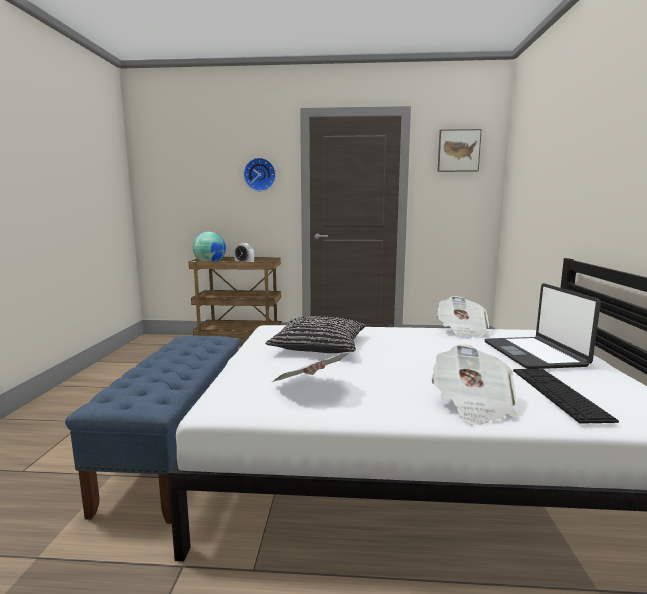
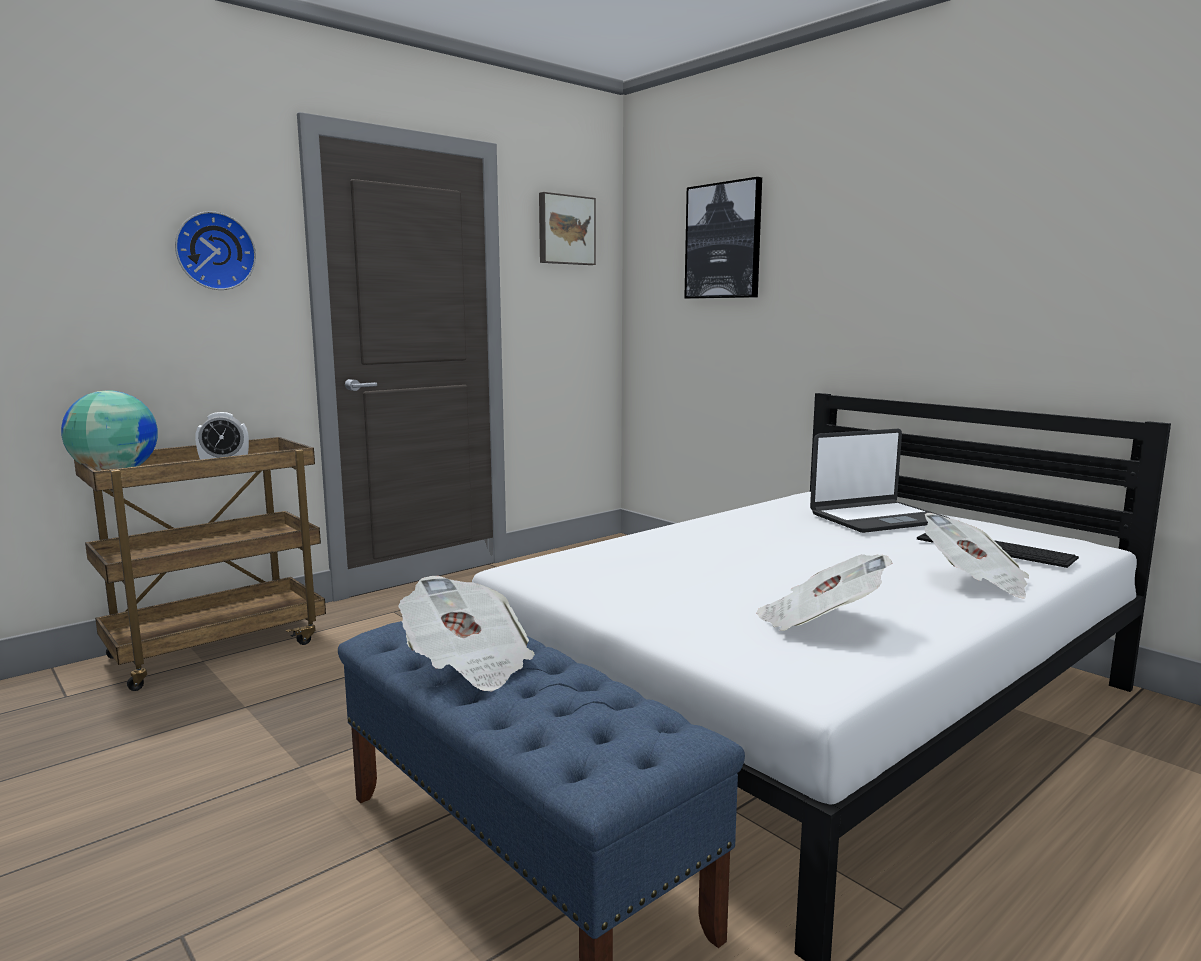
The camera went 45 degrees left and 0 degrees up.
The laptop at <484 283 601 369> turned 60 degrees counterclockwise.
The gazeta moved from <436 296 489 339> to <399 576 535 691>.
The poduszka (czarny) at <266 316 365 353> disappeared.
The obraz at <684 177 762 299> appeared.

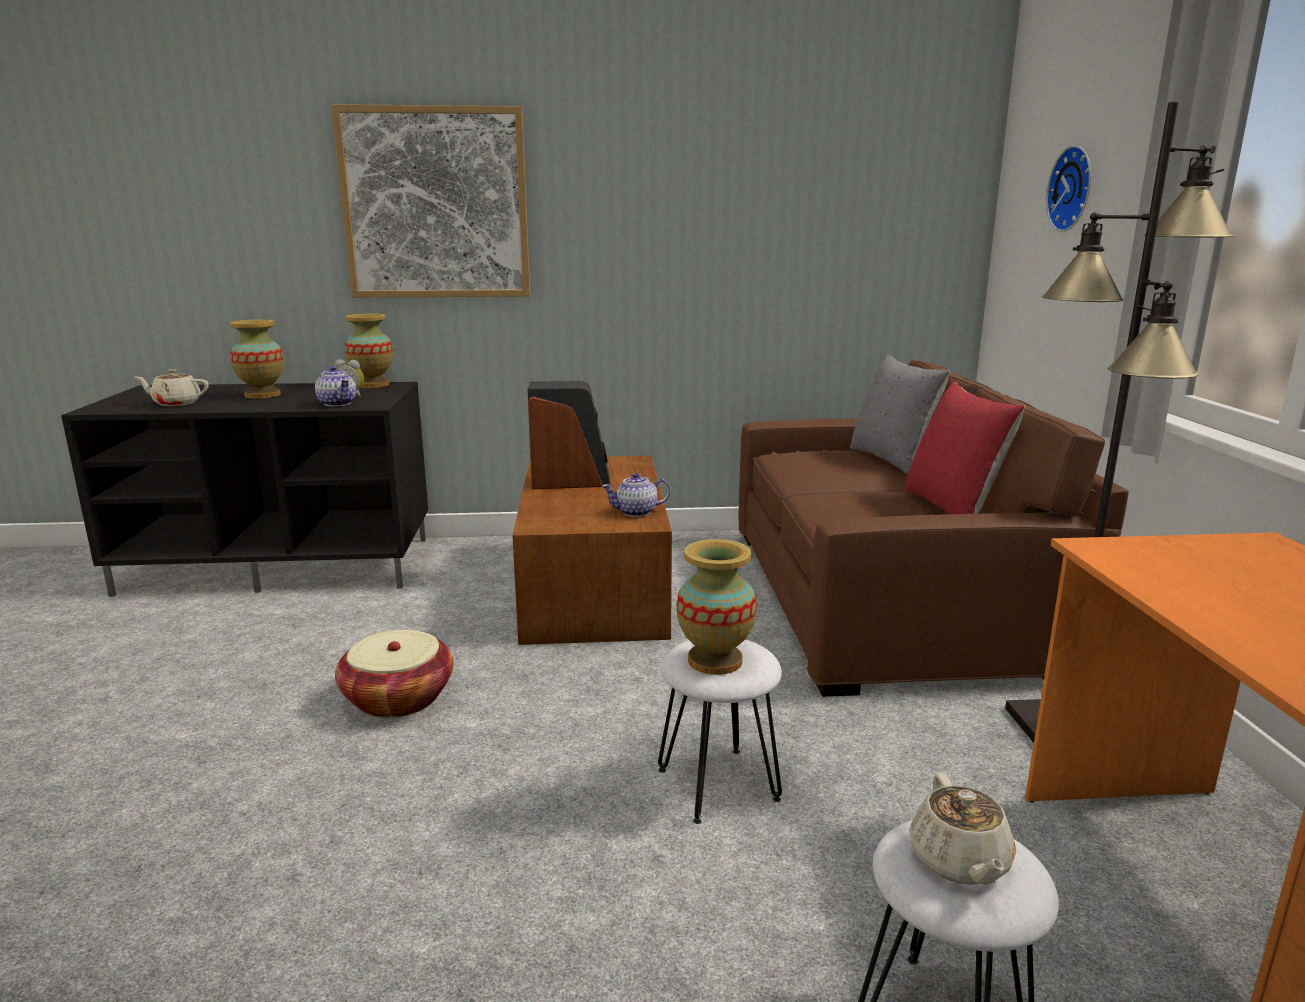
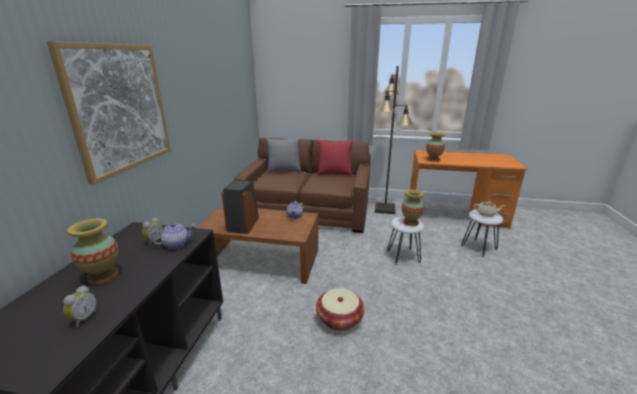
The camera went 75 degrees left and 5 degrees up.
The zegar ścienny at <1046 145 1091 232> disappeared.
The wazon moved from <345 314 393 388> to <426 132 445 162>.
The imbryk (beżowy) at <135 369 209 406> was replaced by the budzik at <63 285 97 327>.

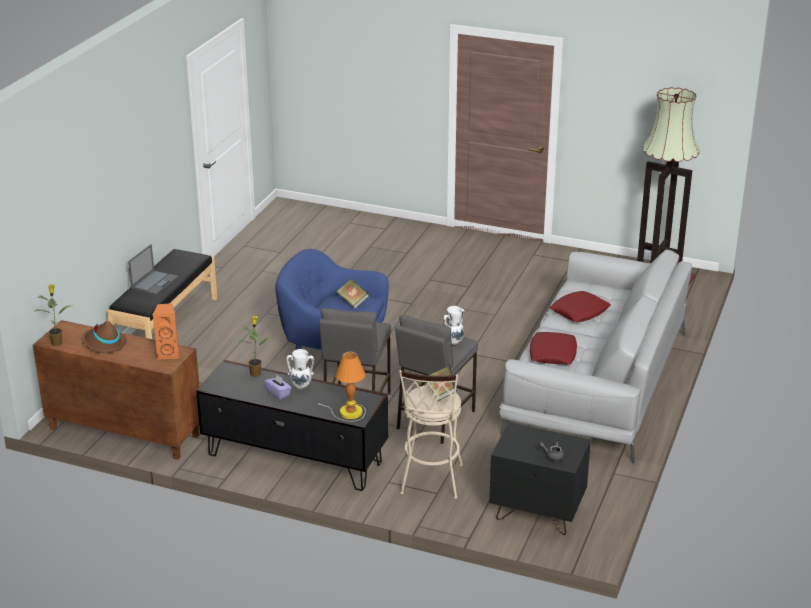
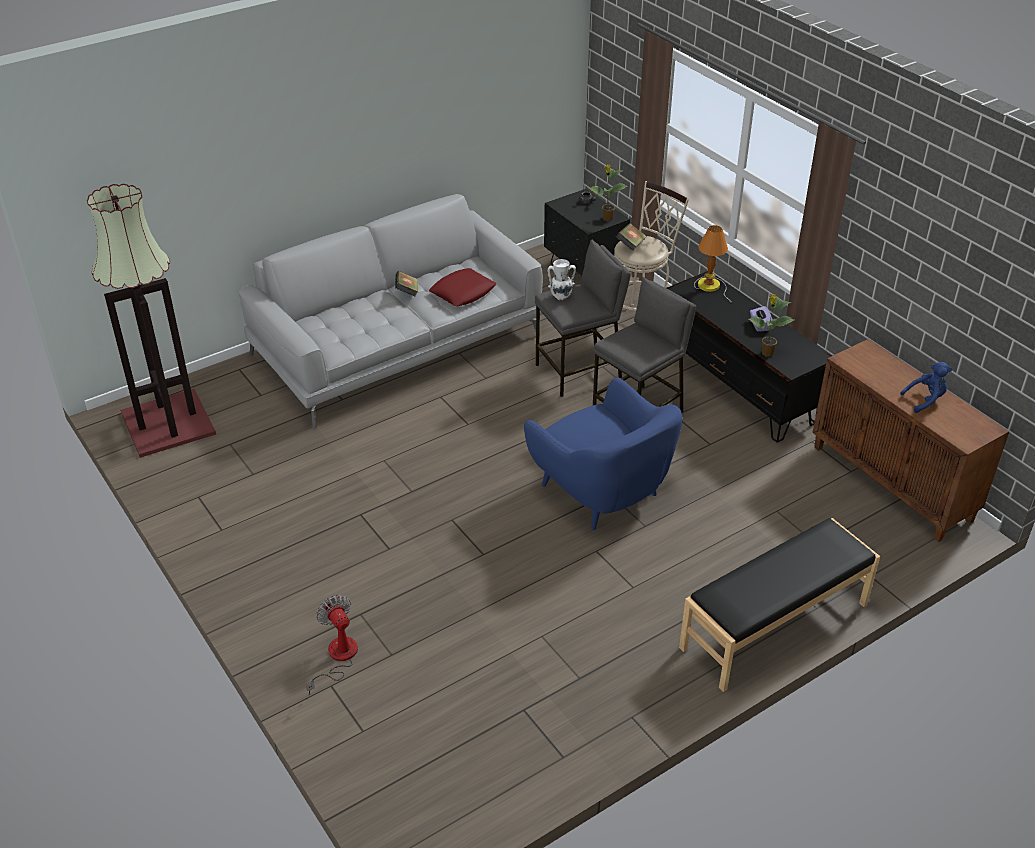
The camera went 145 degrees left and 10 degrees up.
The laptop at <128 244 178 295> disappeared.
The książka moved from <336 279 369 309> to <395 271 418 297>.
The roślina doniczkowa moved from <34 284 70 346> to <589 164 628 221>.
The poduszka (czerwony) at <550 291 611 322> disappeared.
The głośnik (pomarańczowy) at <153 303 179 360> disappeared.
The kapelusz (brązowy) at <82 321 127 353> was replaced by the pluszak (niebieski) at <900 362 952 413>.
The wazon (biały) at <286 349 314 389> disappeared.
The wentylator at <306 595 358 695> appeared.

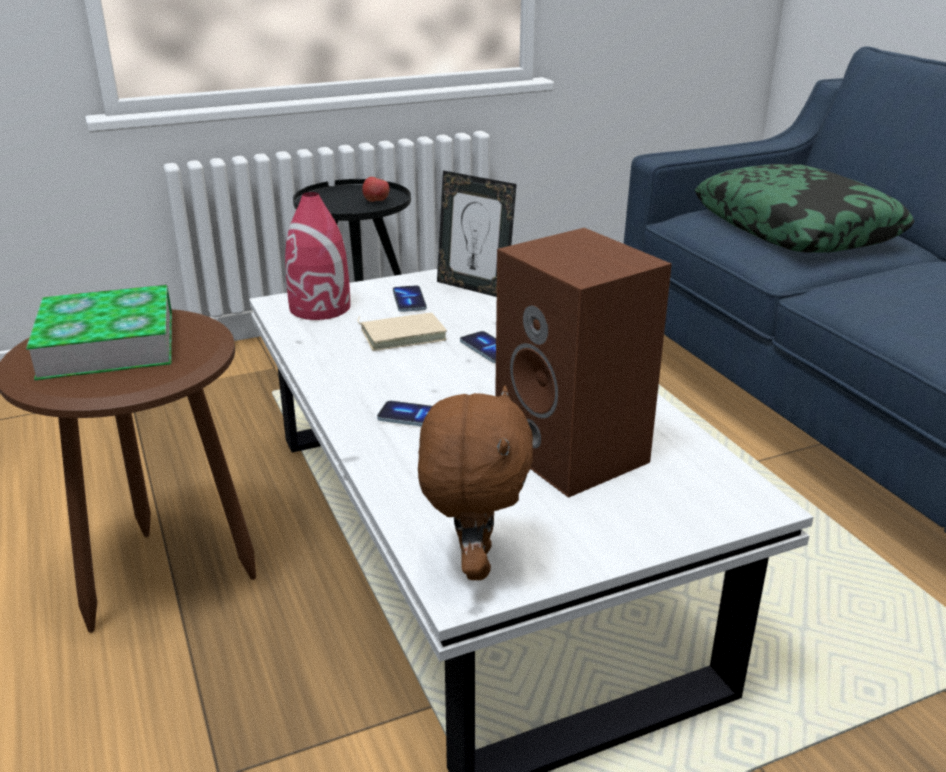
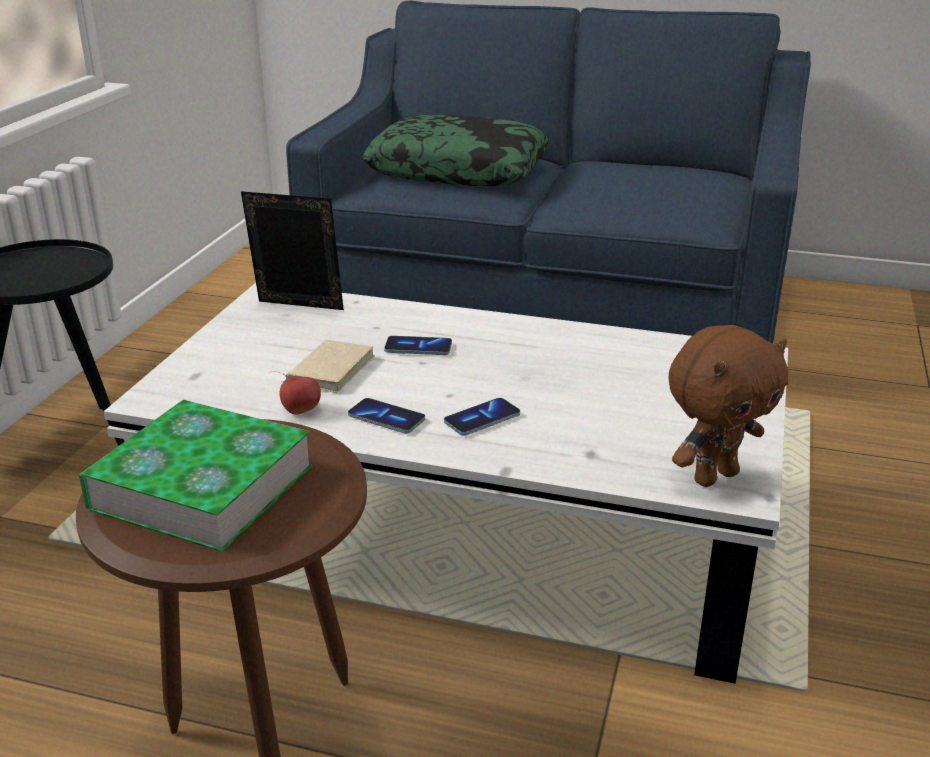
The camera went 50 degrees left and 0 degrees up.
The ramka na zdjęcie at <437 171 517 297> turned 150 degrees counterclockwise.
The jabłko moved from <362 177 390 202> to <279 377 321 415>.
The wazon (czerwony) at <285 192 351 320> disappeared.
The głośnik (brązowy) at <495 228 672 498> disappeared.
The telefon moved from <393 285 427 312> to <348 398 425 433>.
The pluszak (brązowy) at <418 386 533 580> turned 105 degrees clockwise.

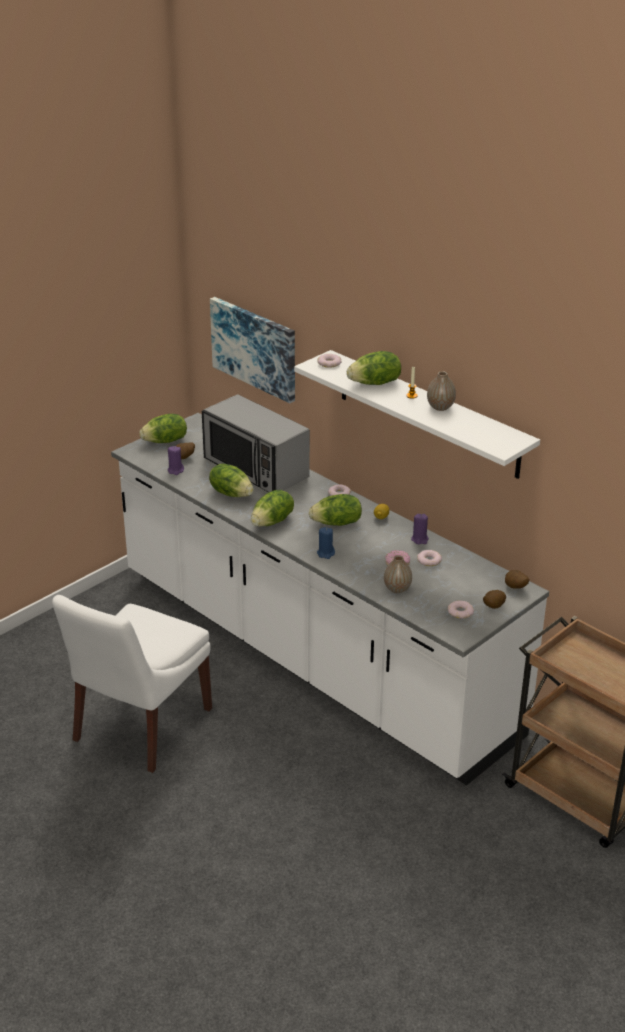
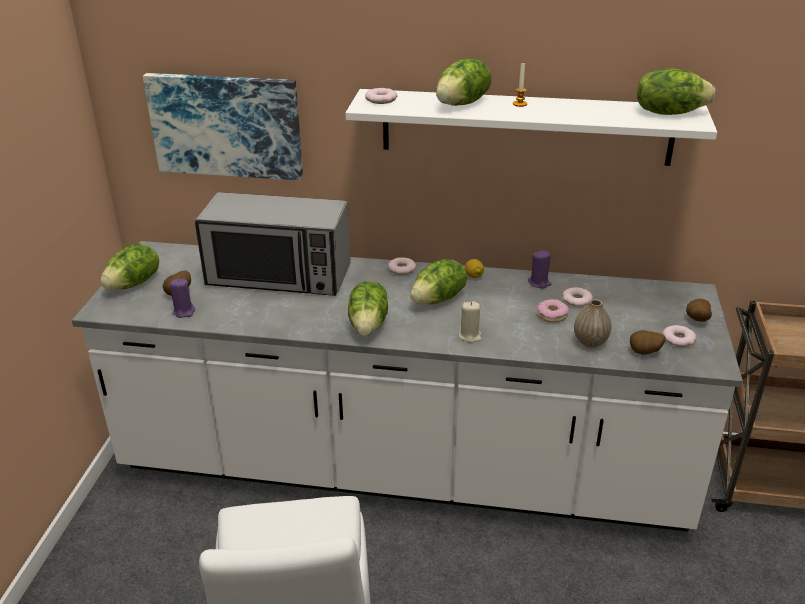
The camera went 35 degrees left and 0 degrees up.
The wazon at <427 371 456 411> disappeared.
The sałata moved from <209 464 254 497> to <637 69 715 115>.
The świeca (niebieski) at <317 527 335 559> became the świeca (beżowy) at <459 301 482 343>.
The ziemniak moved from <505 570 529 589> to <630 330 666 355>.

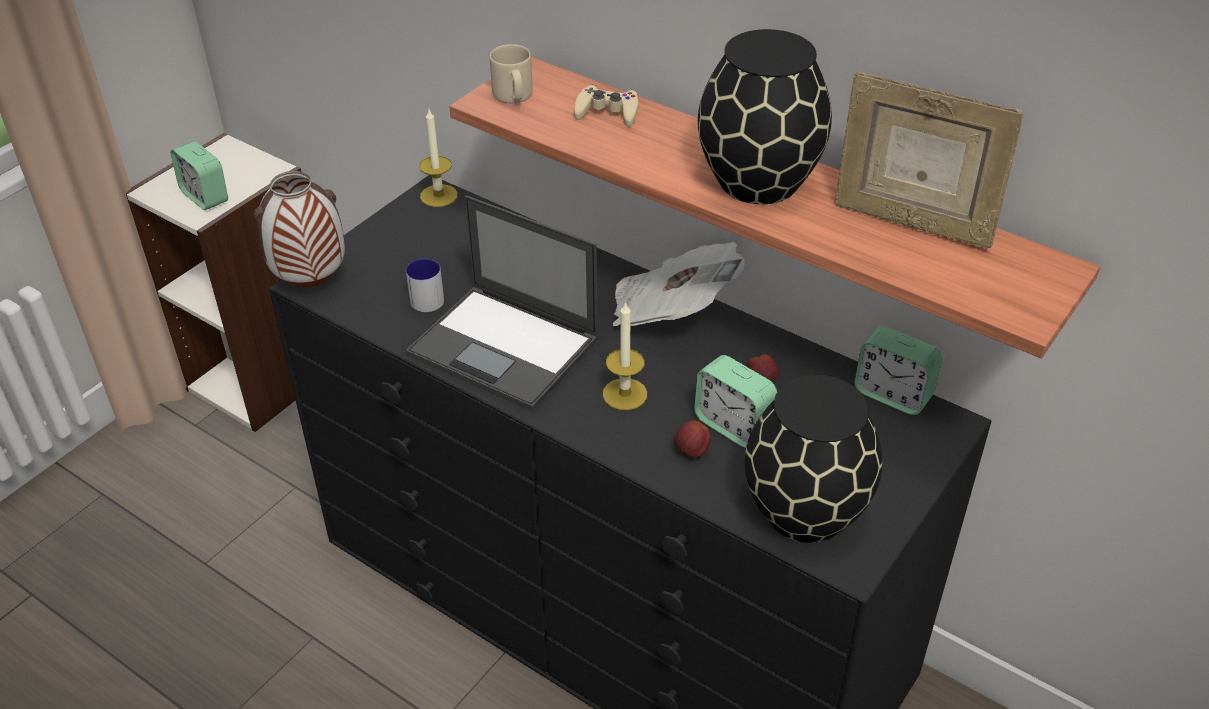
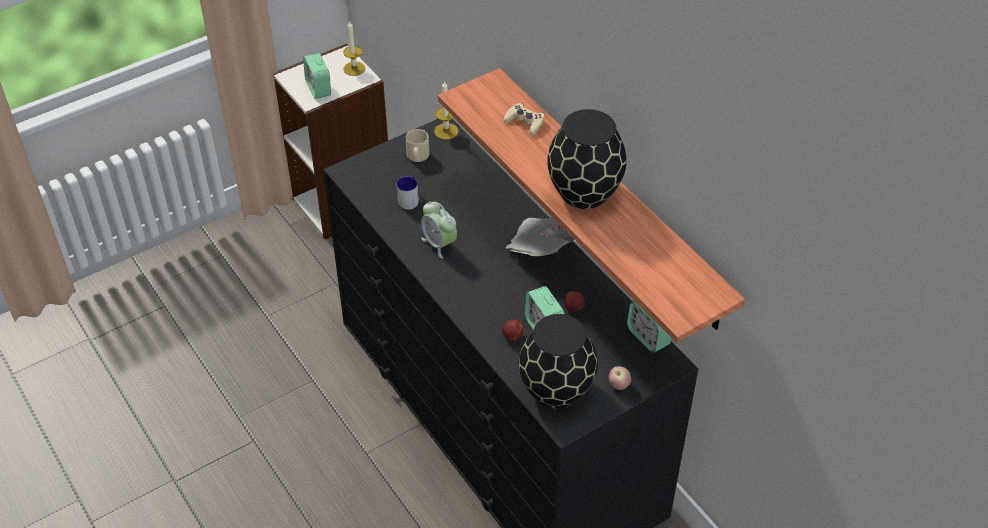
The camera went 20 degrees right and 5 degrees up.
The kubek (beżowy) moved from <490 44 533 103> to <406 129 429 162>.
The ramka na zdjęcie at <835 72 1024 248> disappeared.
The wazon at <254 171 345 288> disappeared.
The laptop at <406 196 599 411> was replaced by the budzik at <421 202 457 259>.
The świeca moved from <603 301 647 410> to <343 21 365 76>.
The jabłko at <609 366 631 390> appeared.

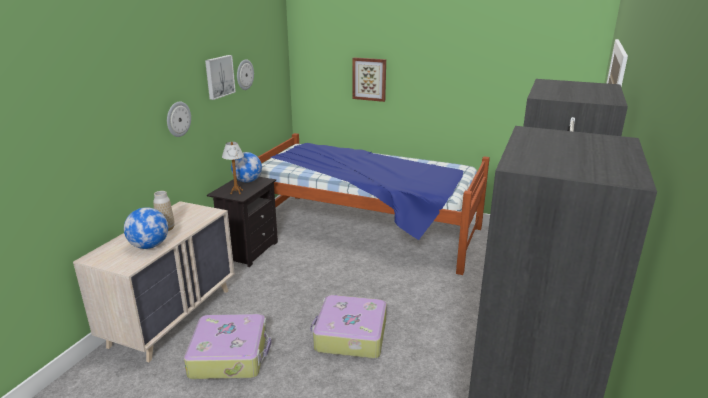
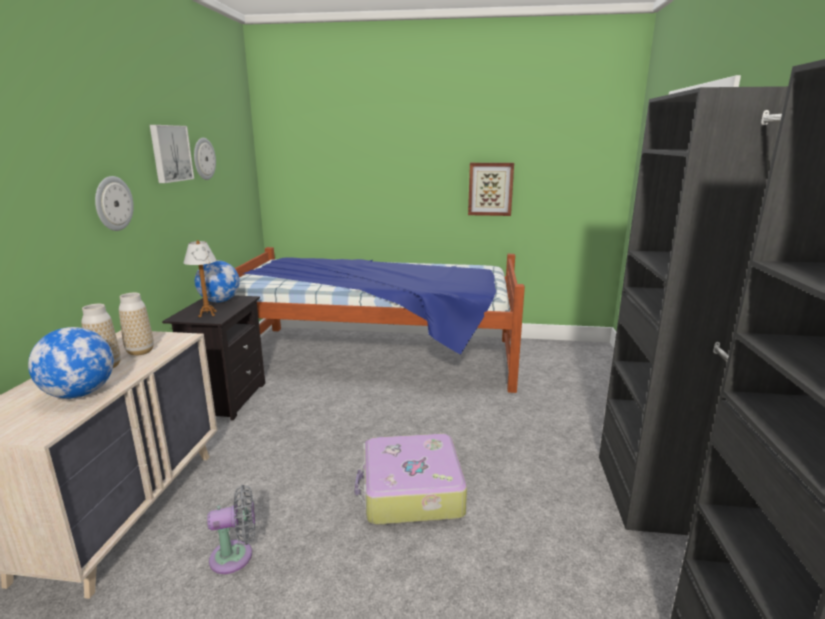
The camera went 15 degrees left and 5 degrees down.
The obraz moved from <352 57 386 102> to <468 163 514 216>.
The walizka at <184 314 272 379> was replaced by the wentylator (szary) at <207 485 255 574>.
The wazon at <119 293 154 356> appeared.

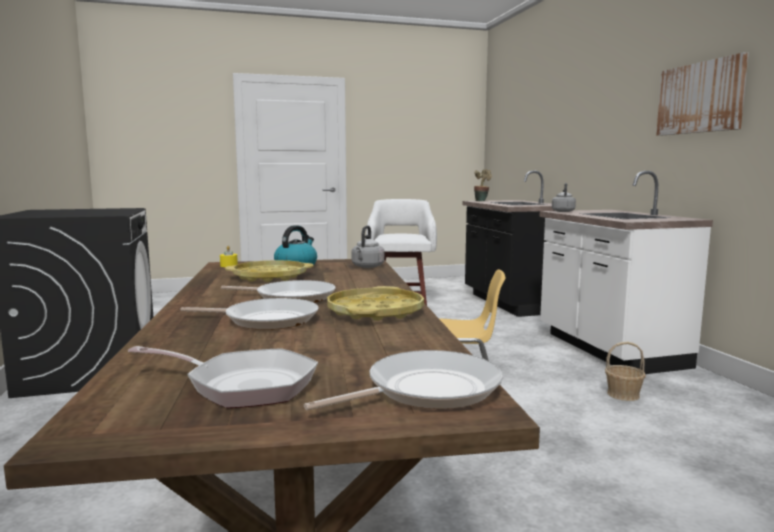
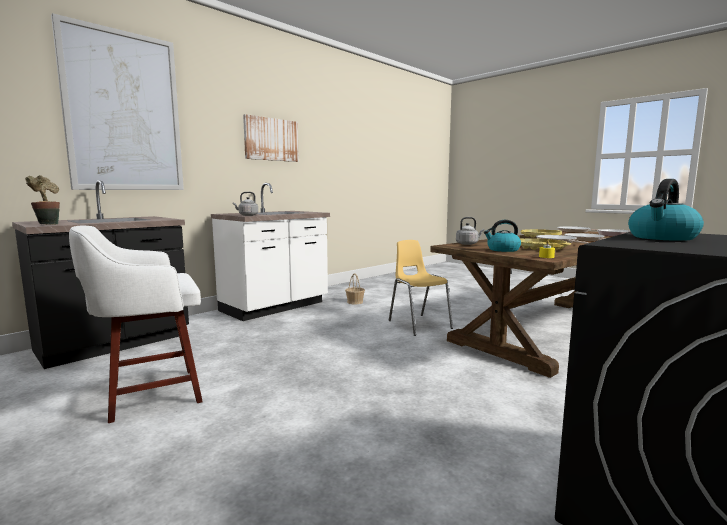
The camera went 120 degrees left and 0 degrees up.
The obraz at <51 13 184 190> appeared.
The czajnik at <628 179 704 241> appeared.

